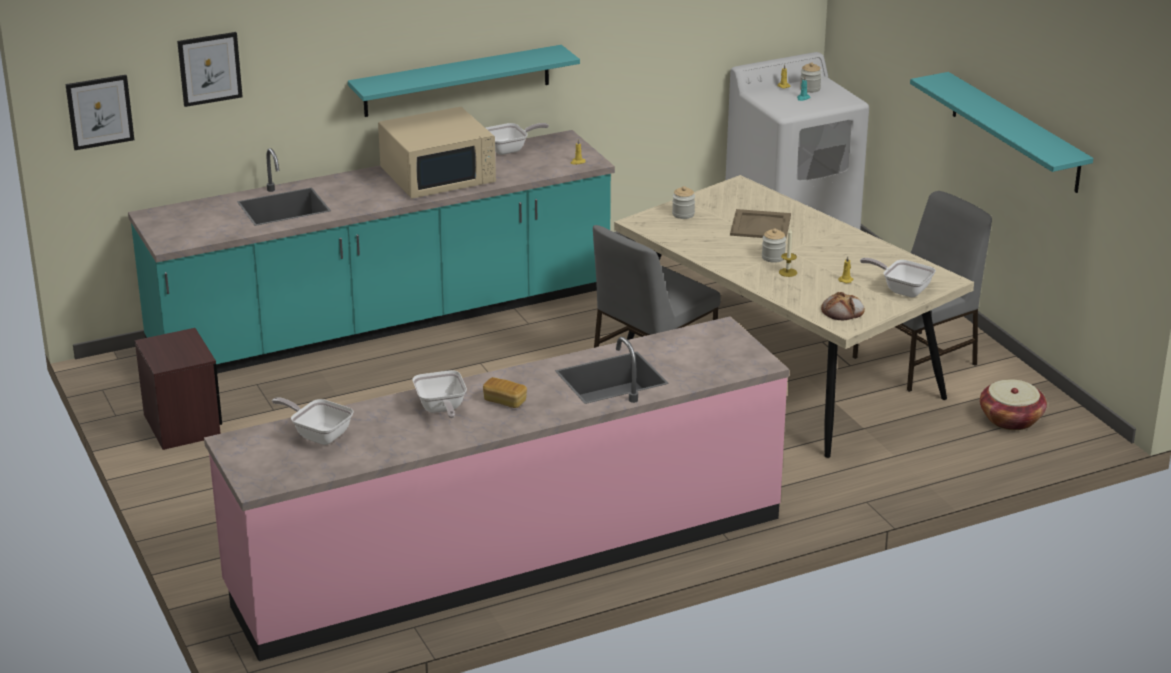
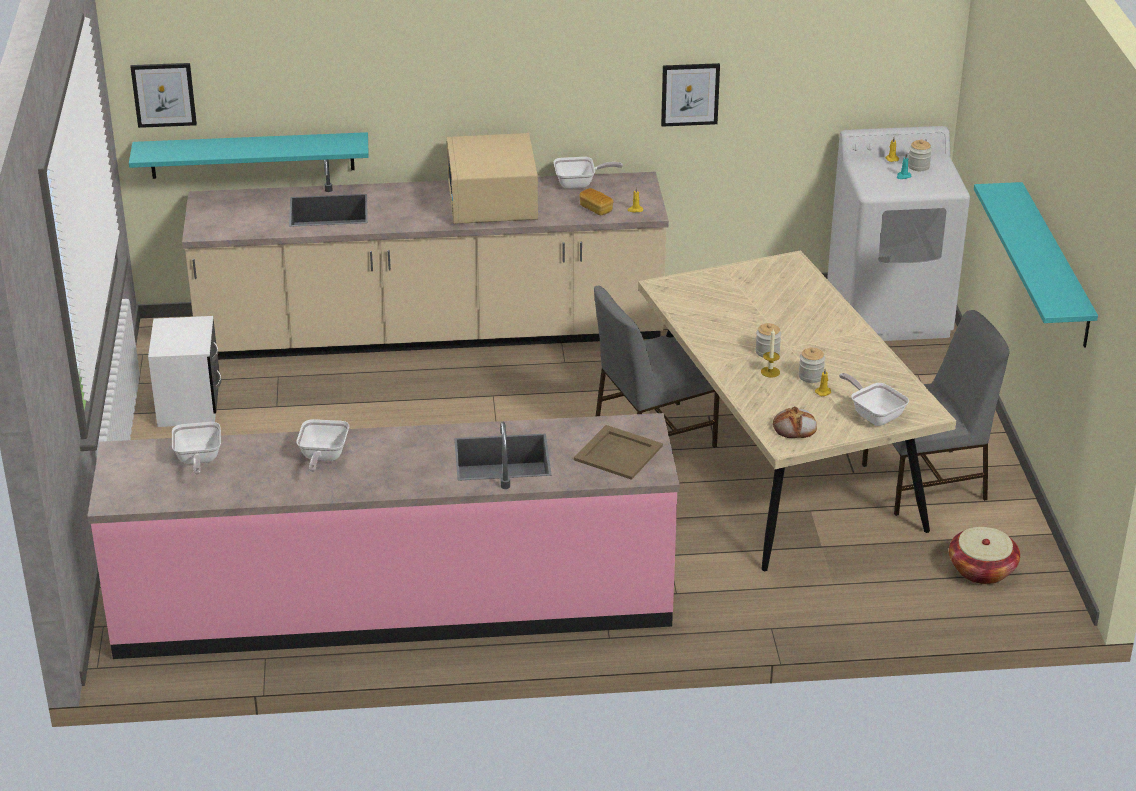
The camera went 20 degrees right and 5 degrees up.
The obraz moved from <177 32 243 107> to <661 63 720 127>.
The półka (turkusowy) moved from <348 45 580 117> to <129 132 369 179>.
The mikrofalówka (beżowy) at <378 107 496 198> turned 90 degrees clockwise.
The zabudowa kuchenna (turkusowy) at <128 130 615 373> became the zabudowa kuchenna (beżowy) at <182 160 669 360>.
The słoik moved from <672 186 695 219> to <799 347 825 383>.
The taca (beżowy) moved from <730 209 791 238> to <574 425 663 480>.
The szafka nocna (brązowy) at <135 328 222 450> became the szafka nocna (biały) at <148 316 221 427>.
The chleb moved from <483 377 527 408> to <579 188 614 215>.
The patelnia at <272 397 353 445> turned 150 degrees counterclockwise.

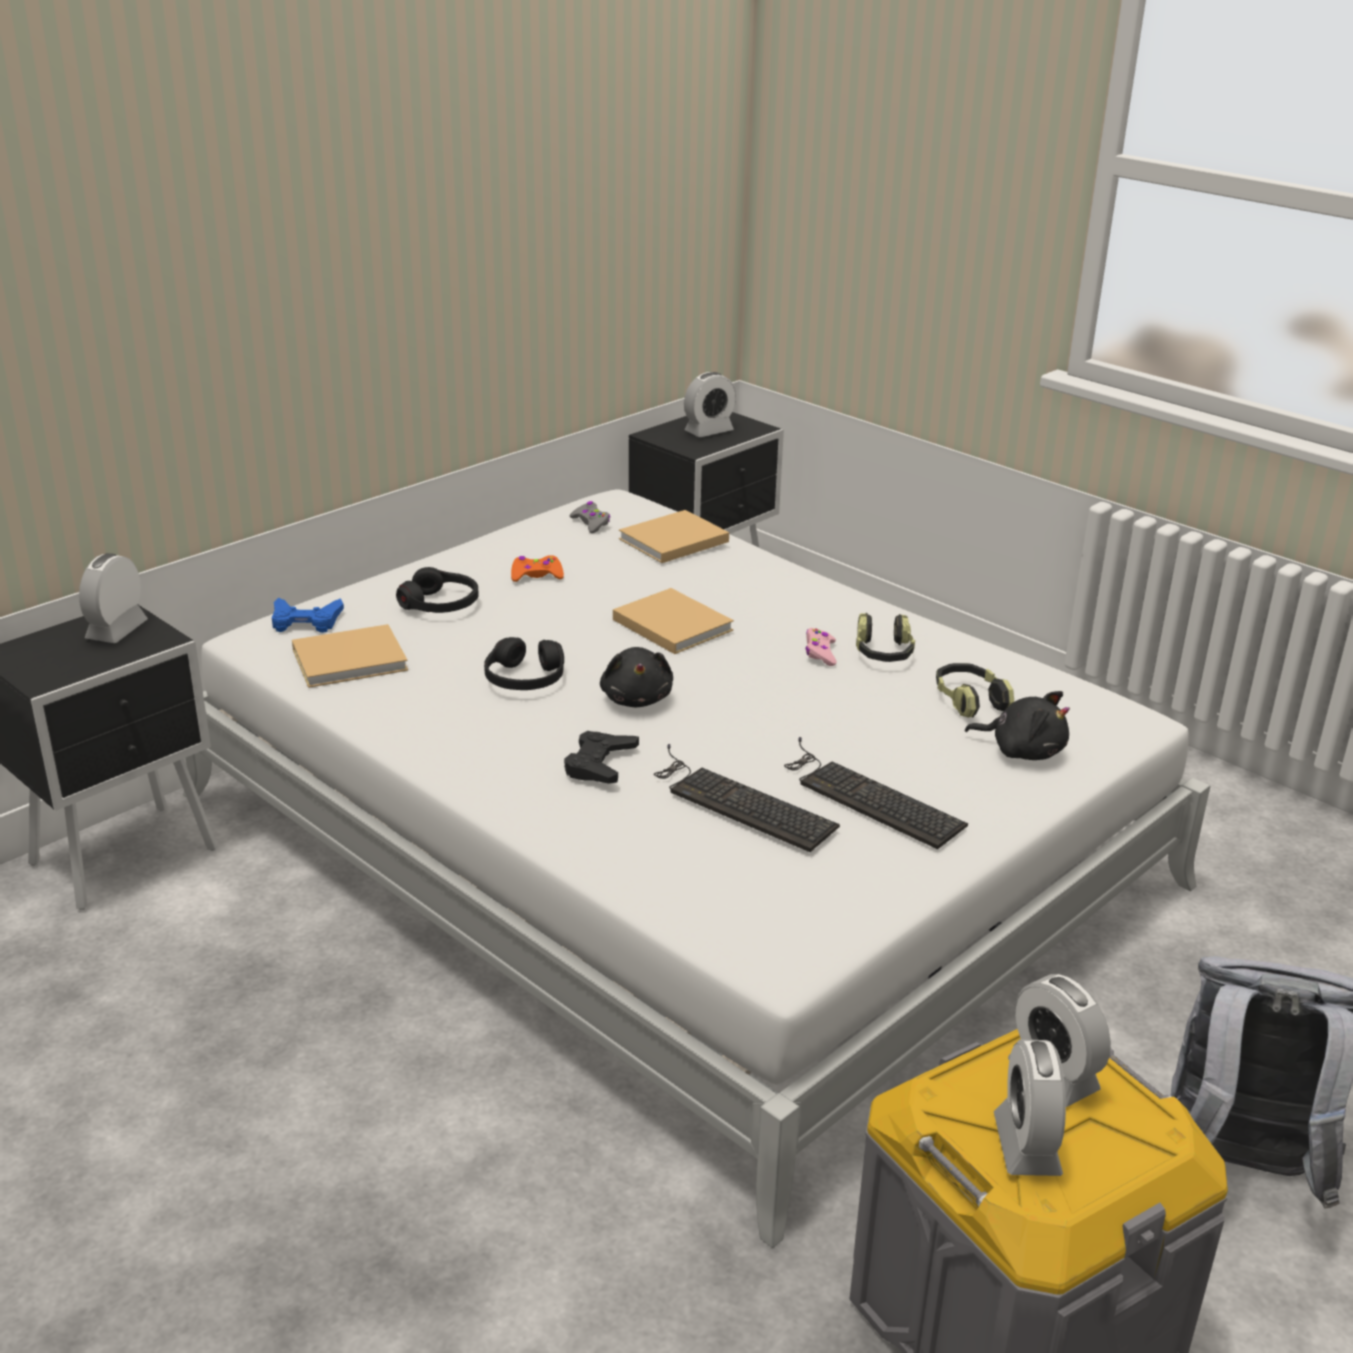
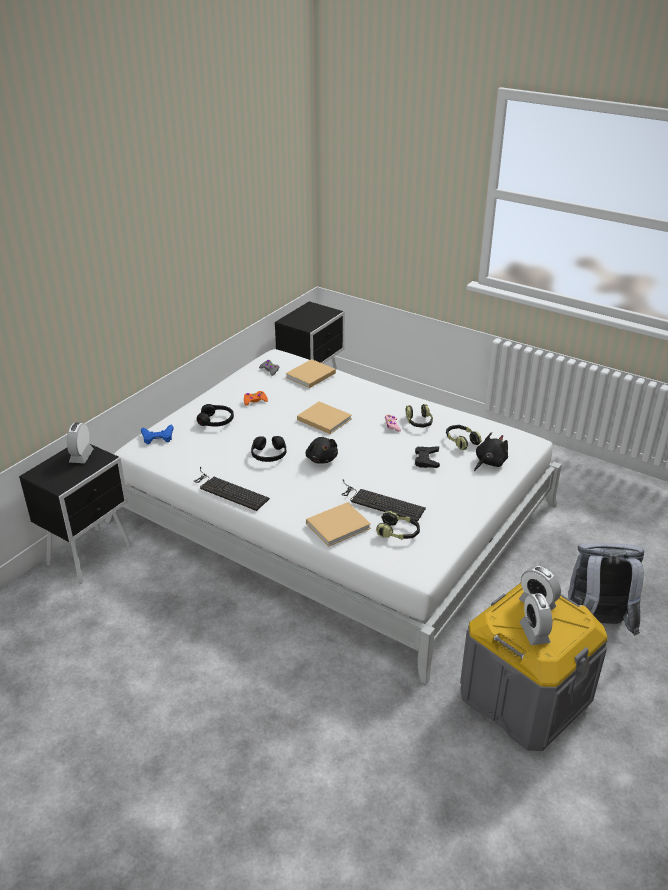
The camera went 10 degrees left and 5 degrees up.
The budzik at <684 372 736 437> disappeared.
The książka (beżowy) moved from <292 624 408 688> to <306 502 371 547>.
The pluszak (czarny) at <965 691 1070 760> turned 60 degrees counterclockwise.
The pad do gier (czarny) moved from <564 731 639 784> to <415 446 440 468>.
The klawiatura moved from <784 737 968 849> to <194 467 270 511>.
The słuchawki at <376 511 420 539> appeared.

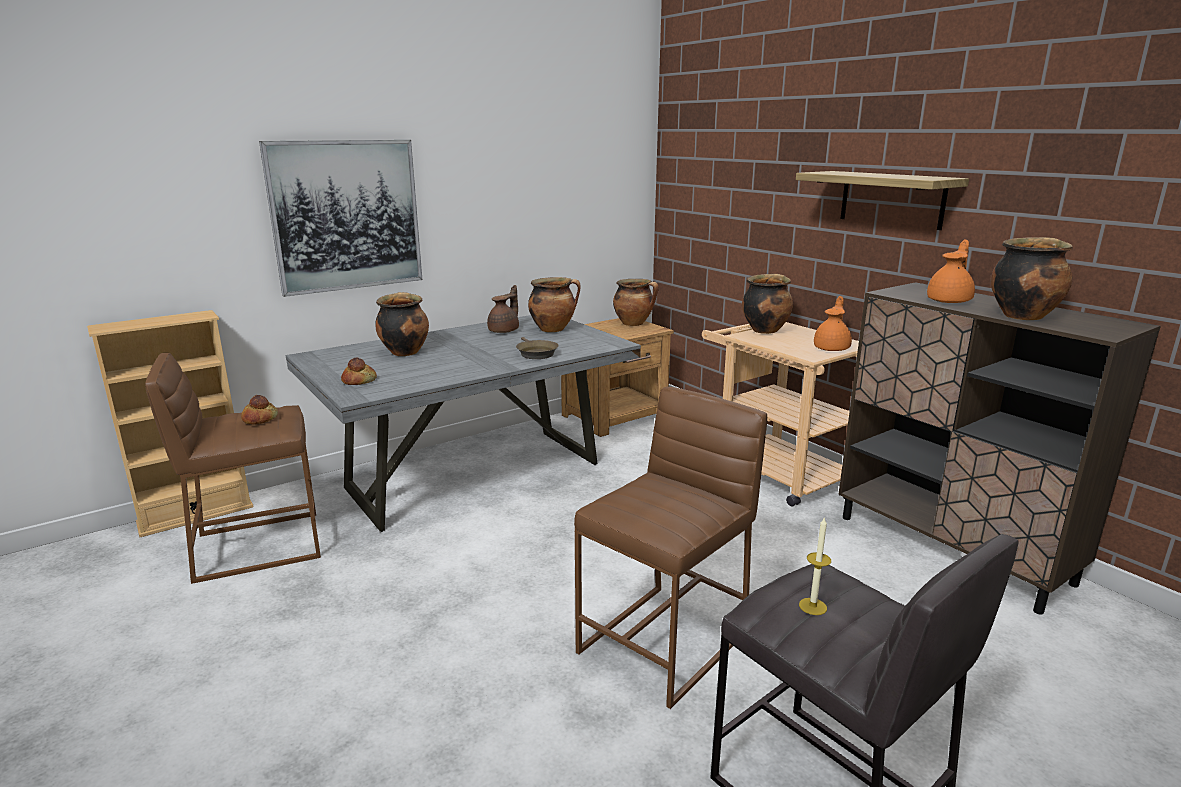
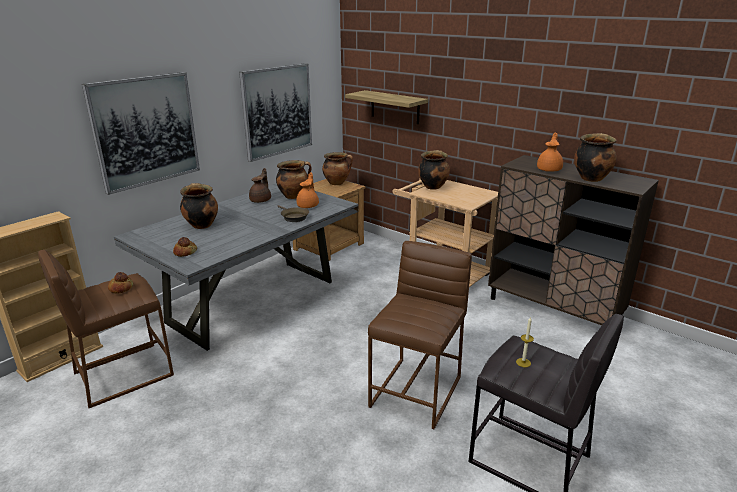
The camera went 15 degrees left and 5 degrees up.
The półka moved from <796 171 969 230> to <345 90 428 124>.
The imbryk (pomarańczowy) moved from <814 296 852 351> to <296 172 319 208>.
The obraz at <239 63 312 162> appeared.

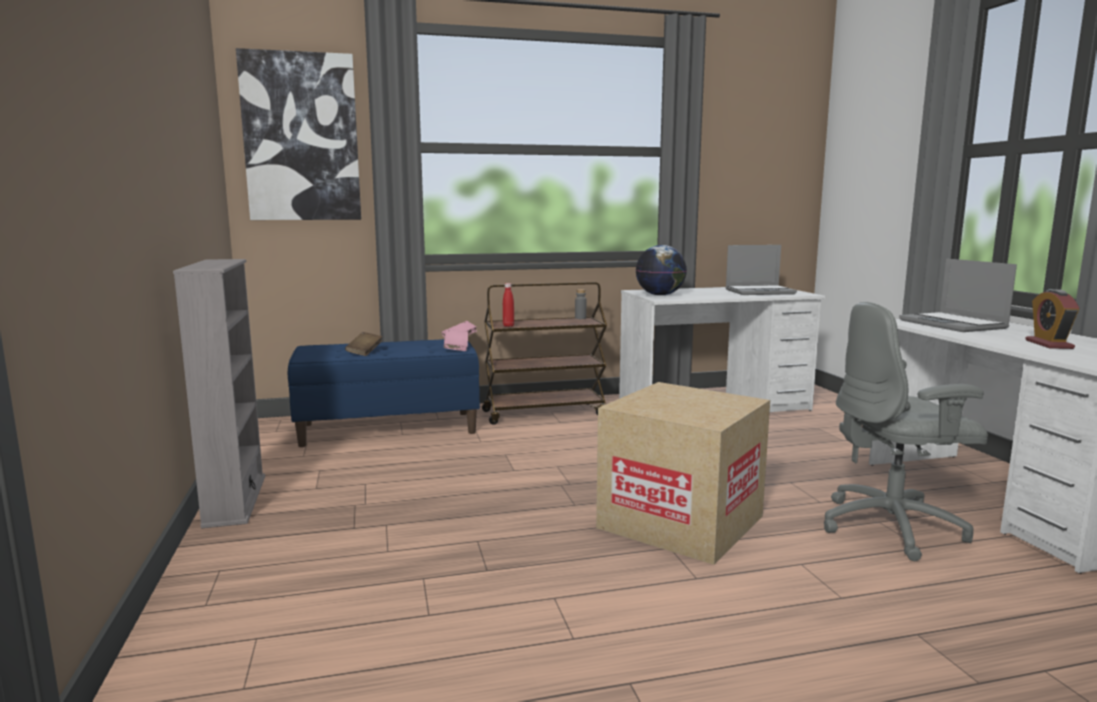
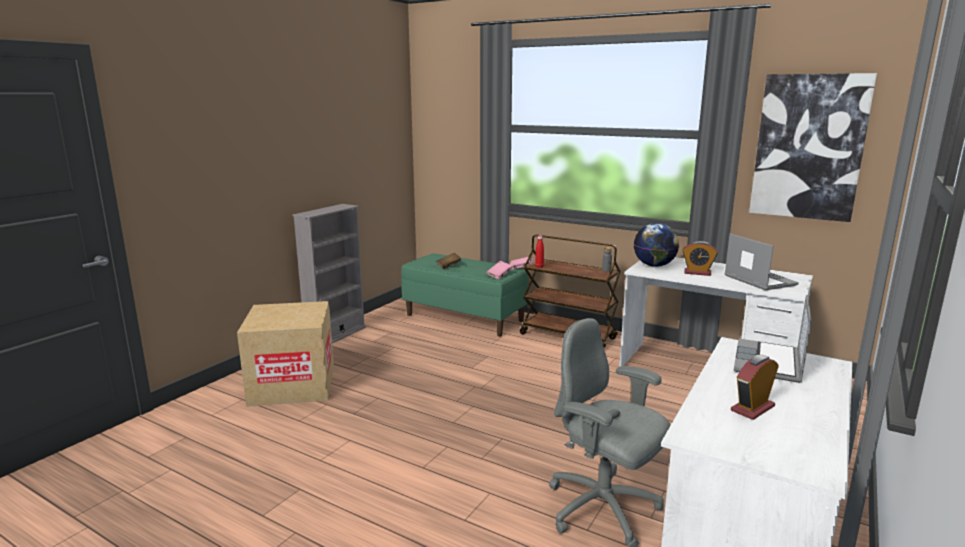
The camera went 45 degrees right and 5 degrees up.
The obraz moved from <236 48 361 220> to <749 73 877 222>.
The laptop at <725 245 797 295> turned 150 degrees counterclockwise.
The ławka (niebieski) at <288 339 480 447> became the ławka (zielony) at <401 253 529 337>.
The karton moved from <596 382 770 565> to <237 301 334 407>.
The budzik at <682 241 718 276> appeared.

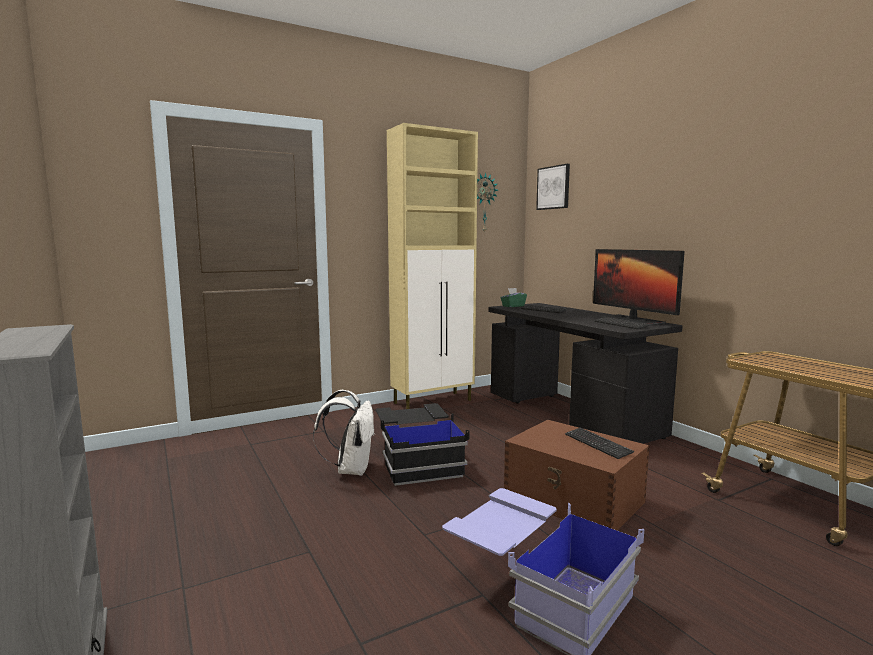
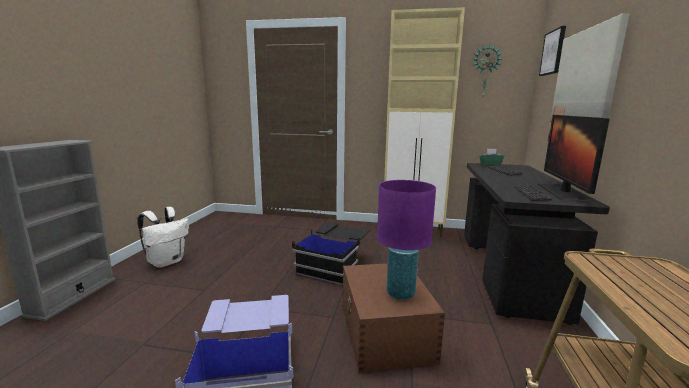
The camera went 40 degrees right and 5 degrees up.
The plecak (biały) moved from <313 390 374 476> to <137 207 189 268>.
The klawiatura at <565 428 634 459> was replaced by the lampa stołowa (fioletowy) at <377 180 436 300>.
The obraz at <547 13 630 141> appeared.

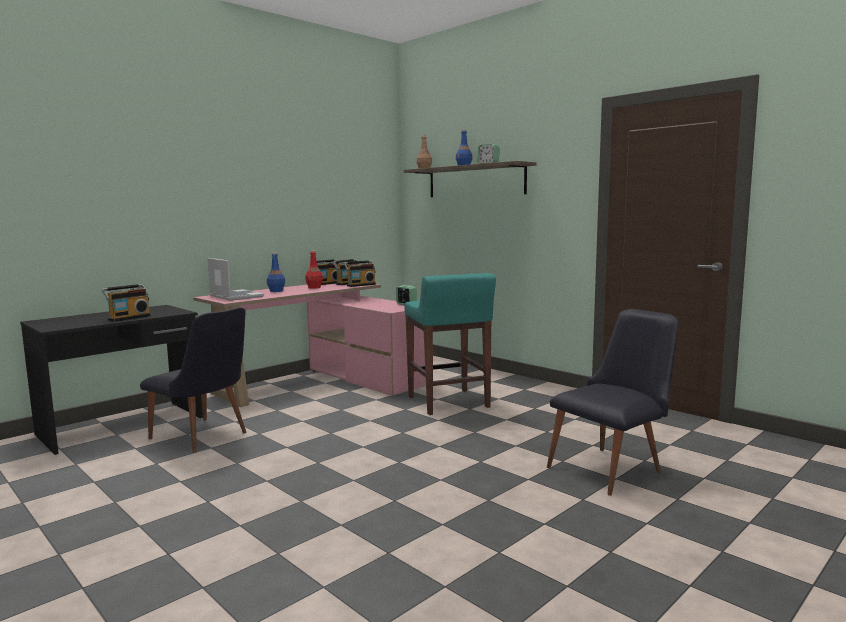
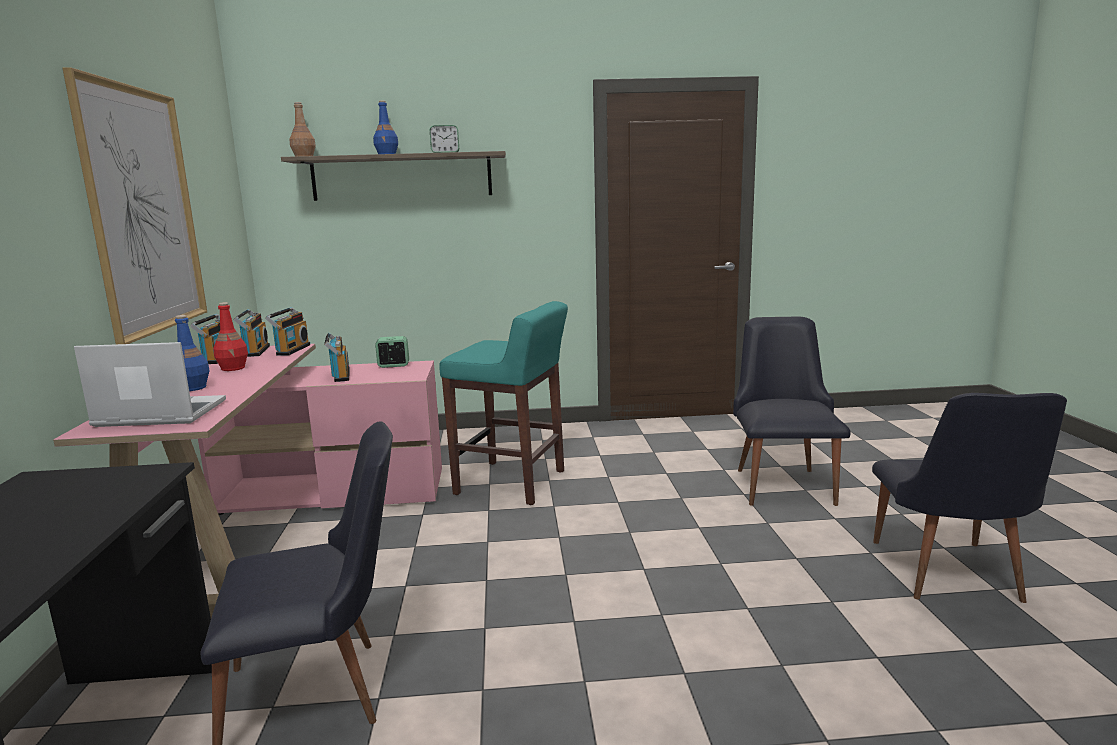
The camera went 50 degrees left and 5 degrees up.
The radio moved from <102 284 151 322> to <324 333 350 382>.
The obraz at <63 68 207 344> appeared.
The krzesło (czarny) at <872 393 1067 603> appeared.

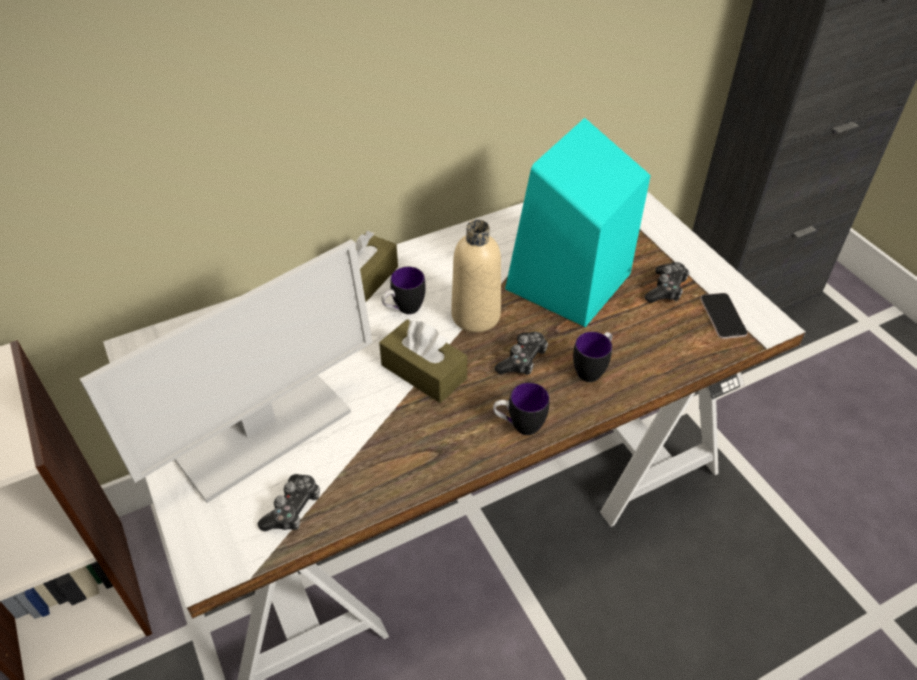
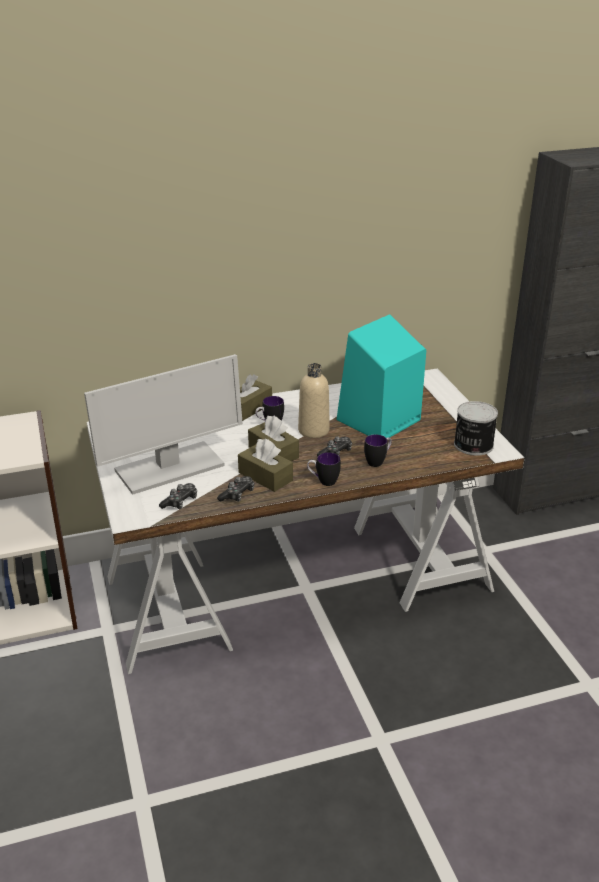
The camera went 10 degrees right and 15 degrees down.
The pad do gier moved from <645 262 689 303> to <217 476 255 502>.
The telefon at <700 293 748 339> was replaced by the puszka at <454 401 498 456>.
The pudełko chusteczek (brązowy) at <238 438 293 492> appeared.

